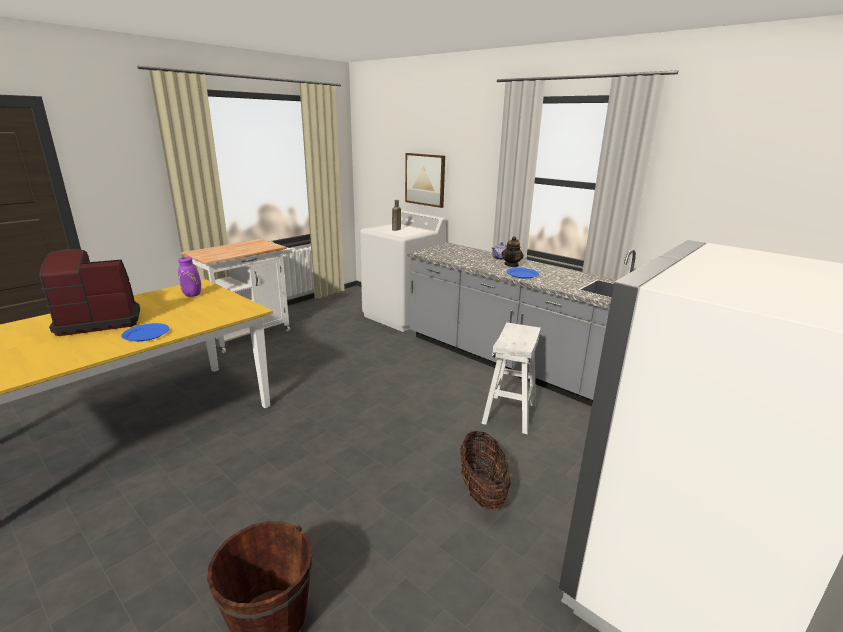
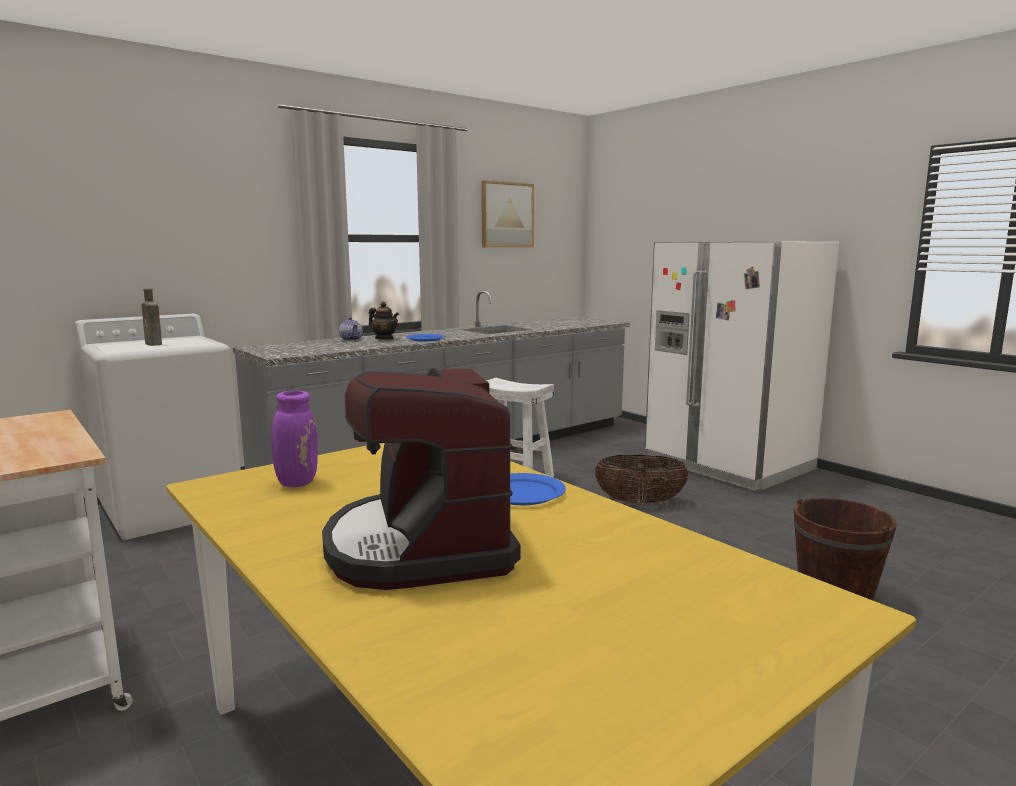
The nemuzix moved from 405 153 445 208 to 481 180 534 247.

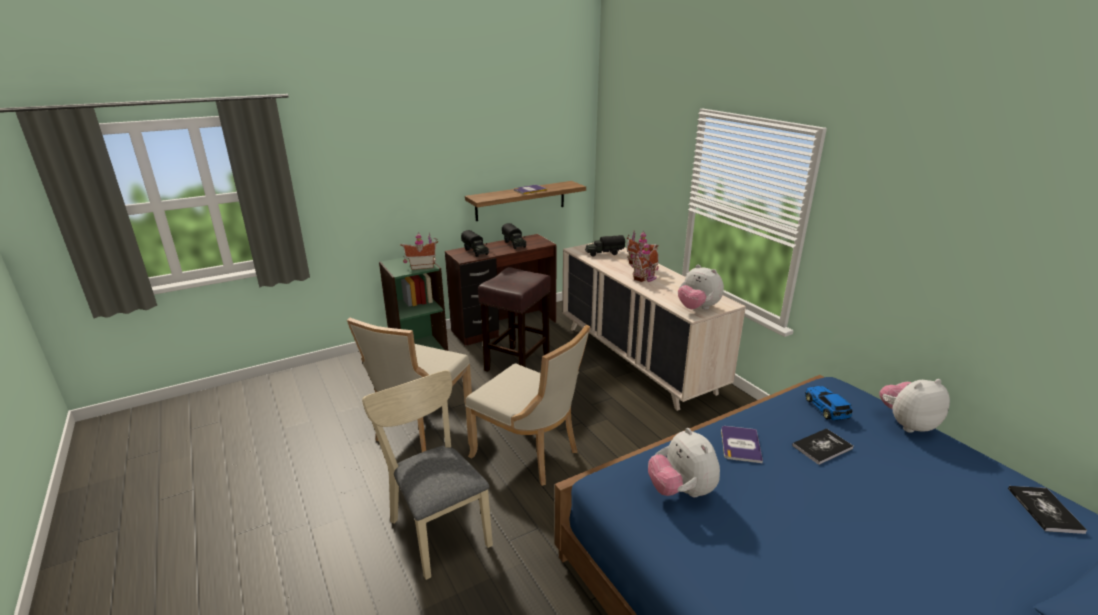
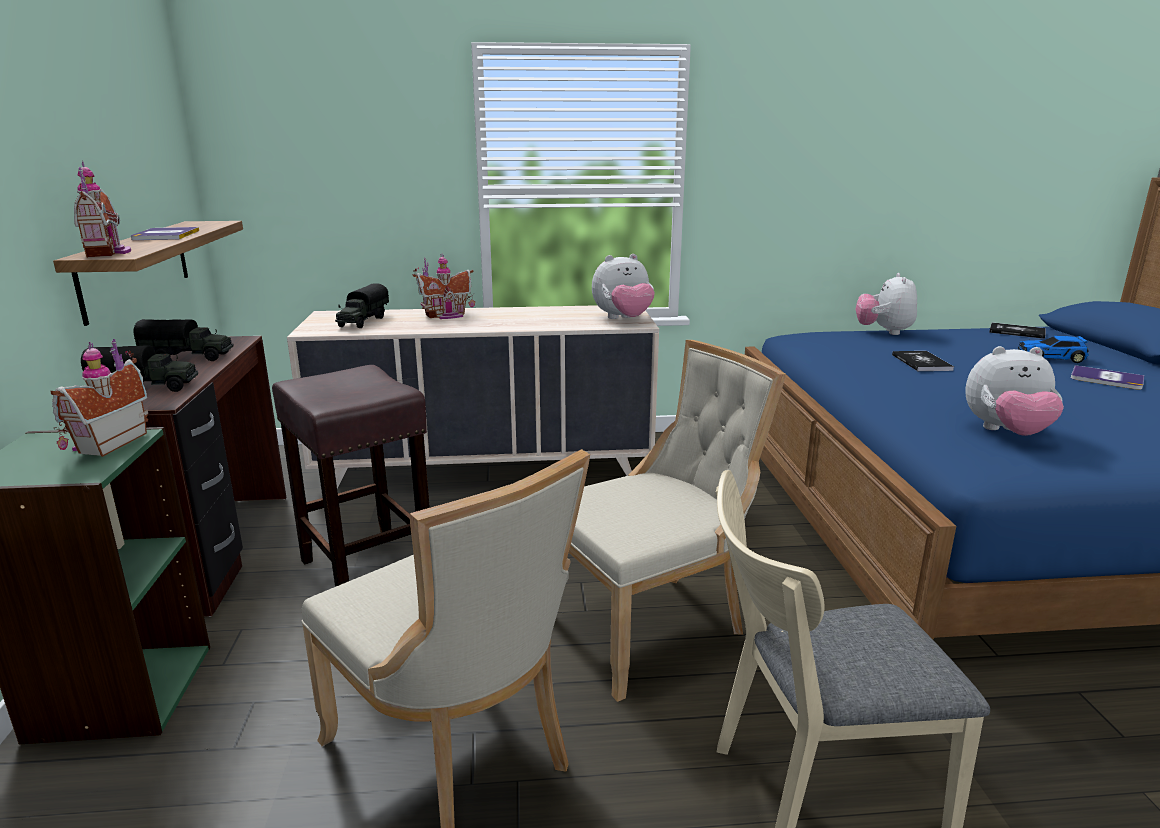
The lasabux moved from 632 242 659 282 to 74 161 131 258.
The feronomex moved from 721 426 763 463 to 1071 365 1144 390.
The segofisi moved from 805 386 852 421 to 1018 336 1089 363.

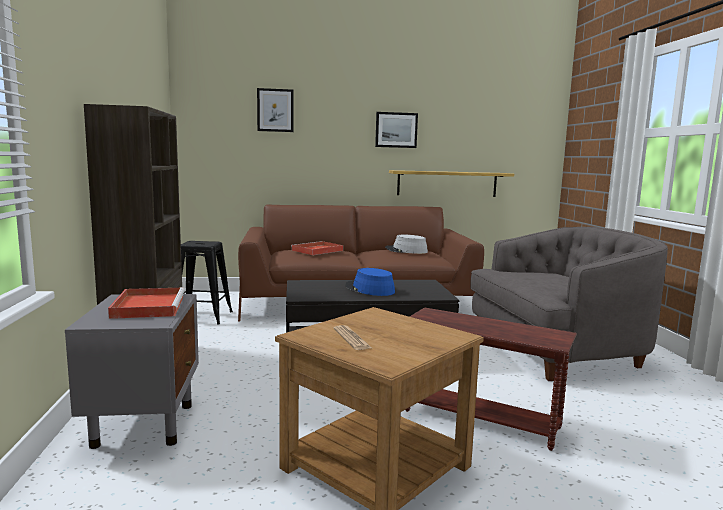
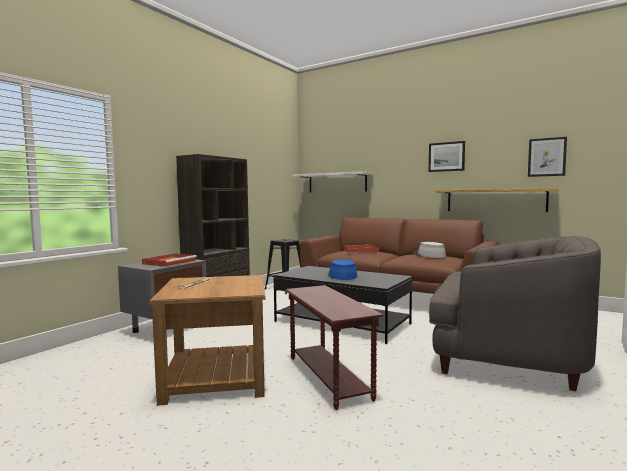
The nemuzix moved from 257 88 294 132 to 528 137 567 177.
The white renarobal at 292 171 373 192 appeared.

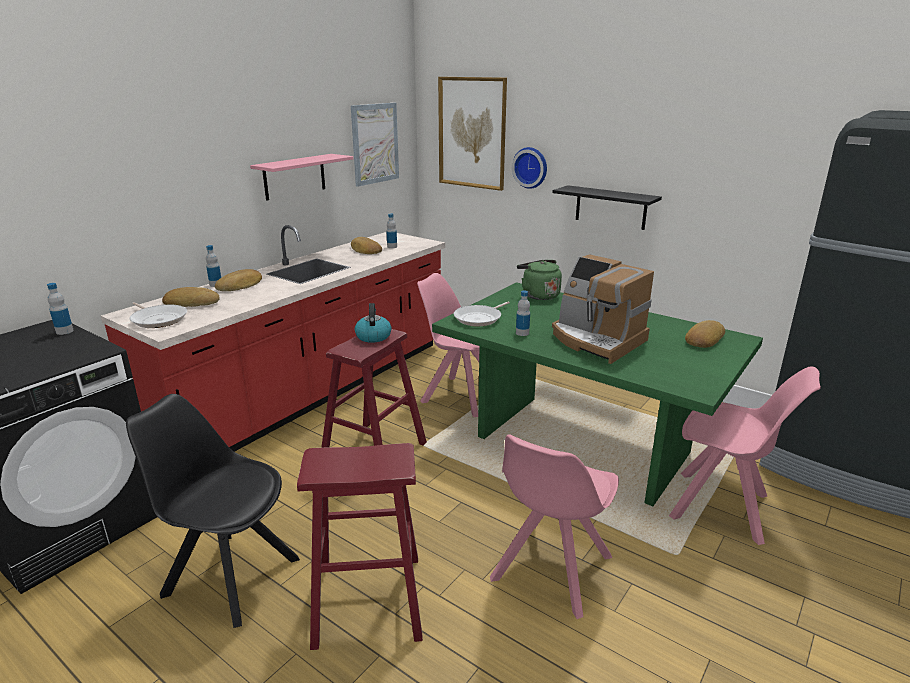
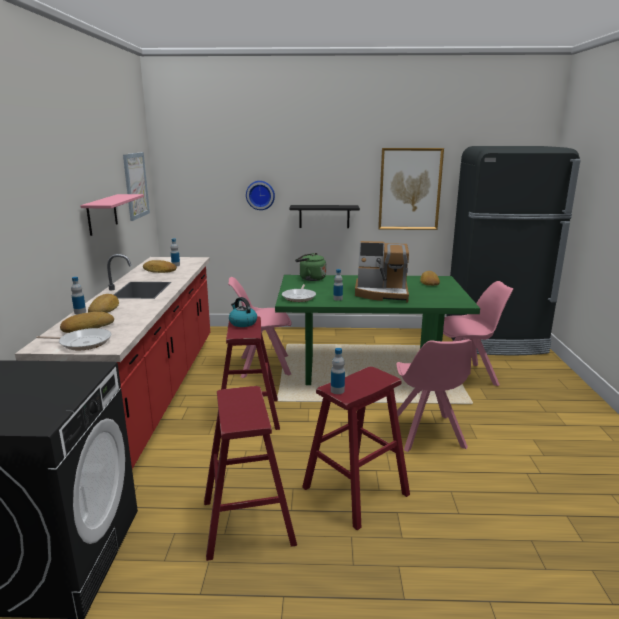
The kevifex moved from 47 283 74 335 to 331 348 345 394.
The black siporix at 126 394 300 628 was replaced by the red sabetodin at 204 386 297 561.
The nemuzix moved from 438 77 507 191 to 378 148 444 230.

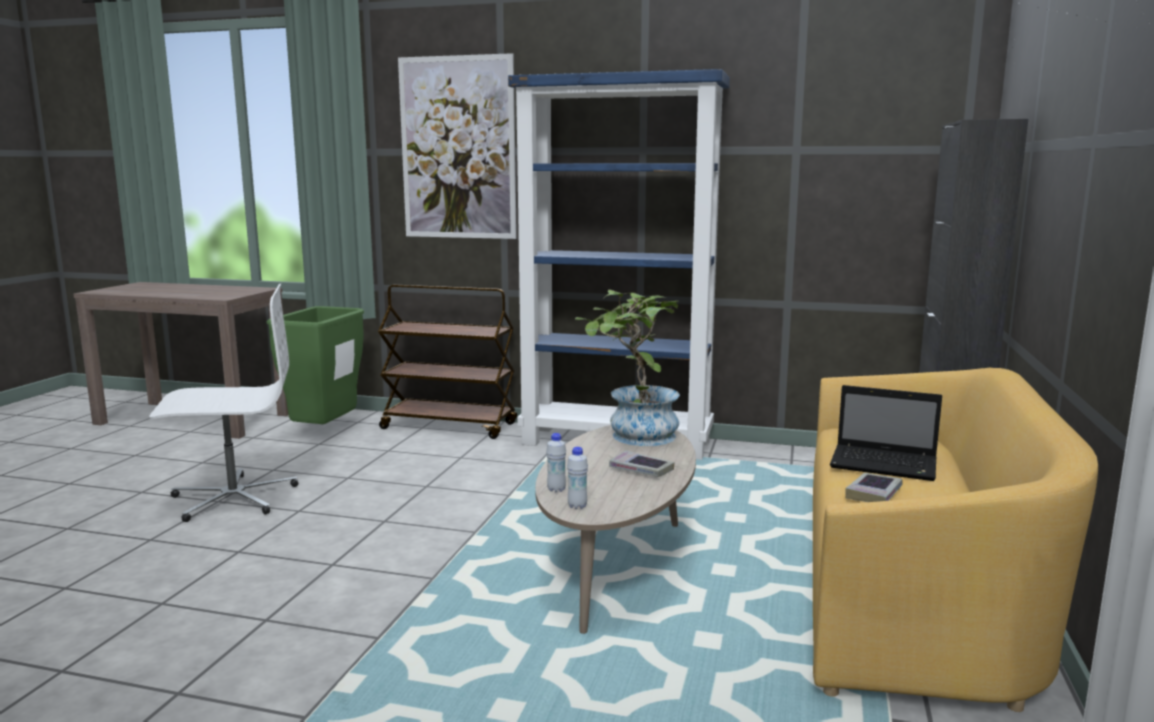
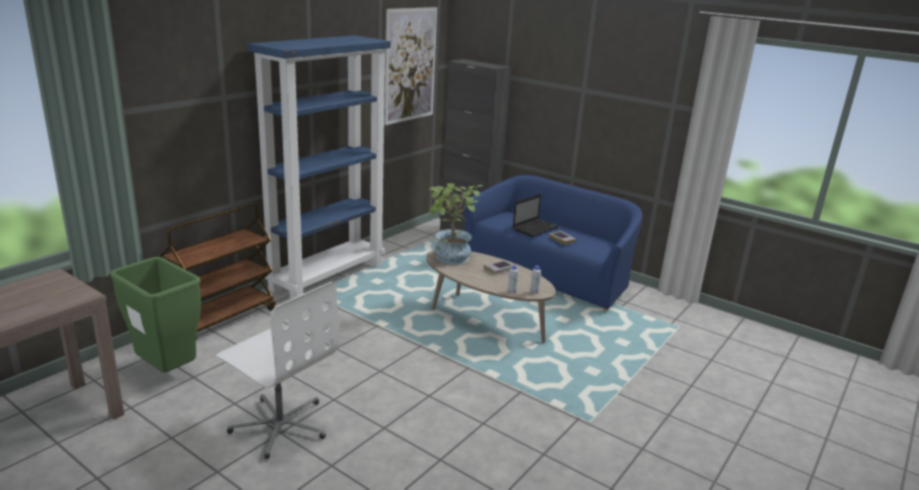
The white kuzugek at 149 284 298 522 turned 120 degrees clockwise.
The nemuzix moved from 398 53 517 239 to 384 7 437 125.
The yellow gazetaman at 813 368 1098 712 became the blue gazetaman at 464 175 642 311.

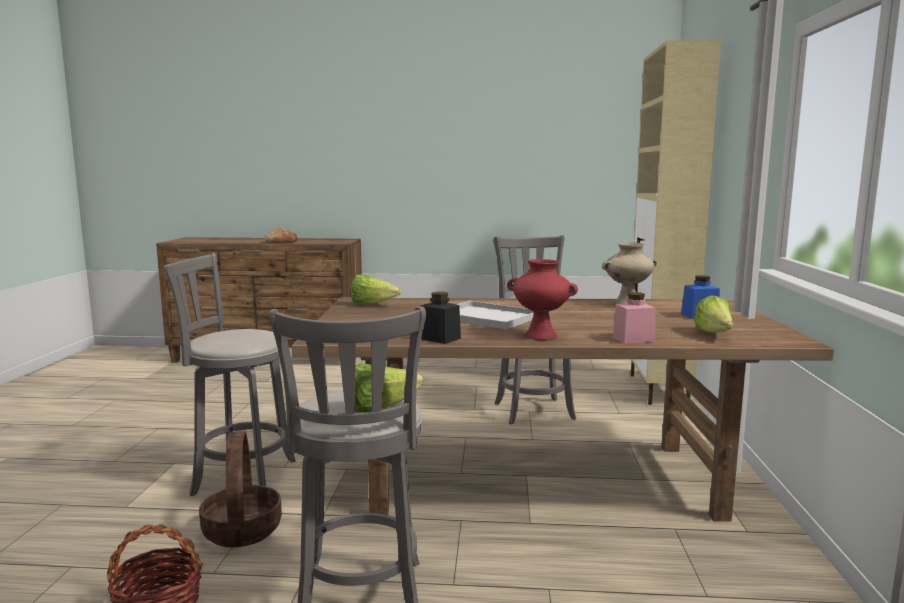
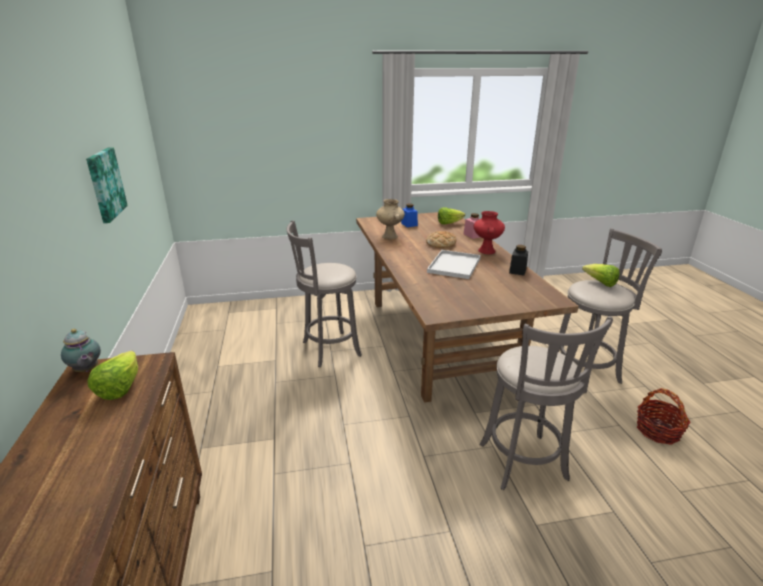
The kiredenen at 199 431 282 547 disappeared.
The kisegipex moved from 265 228 298 243 to 426 231 456 248.
The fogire moved from 351 274 401 305 to 87 351 138 400.
The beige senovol at 631 39 721 405 disappeared.
The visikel at 61 329 101 372 appeared.
The nemuzix at 86 147 128 223 appeared.

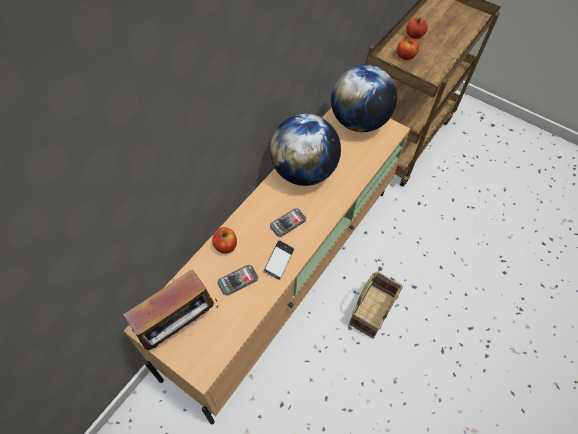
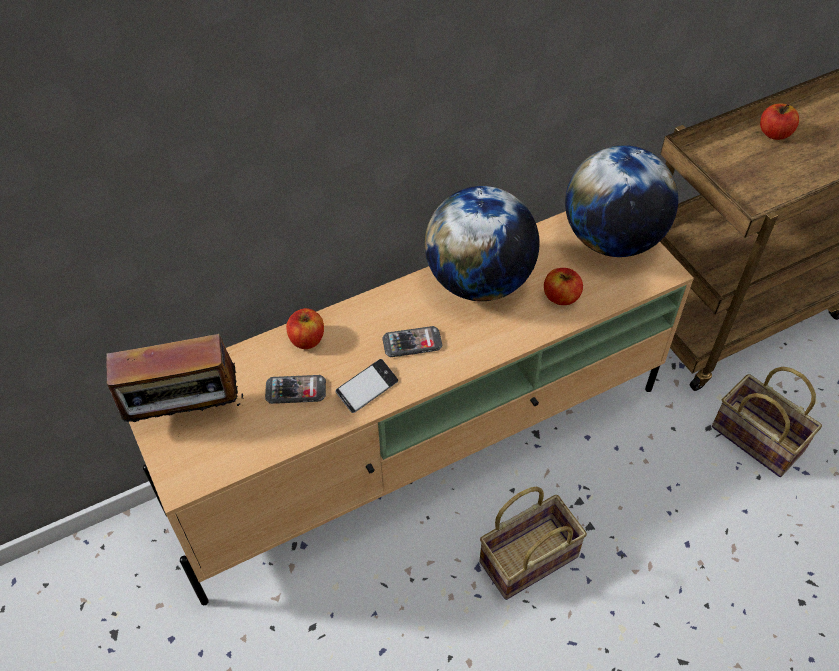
The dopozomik moved from 397 38 419 60 to 544 268 583 305.
The kiredenen at 712 367 822 477 appeared.

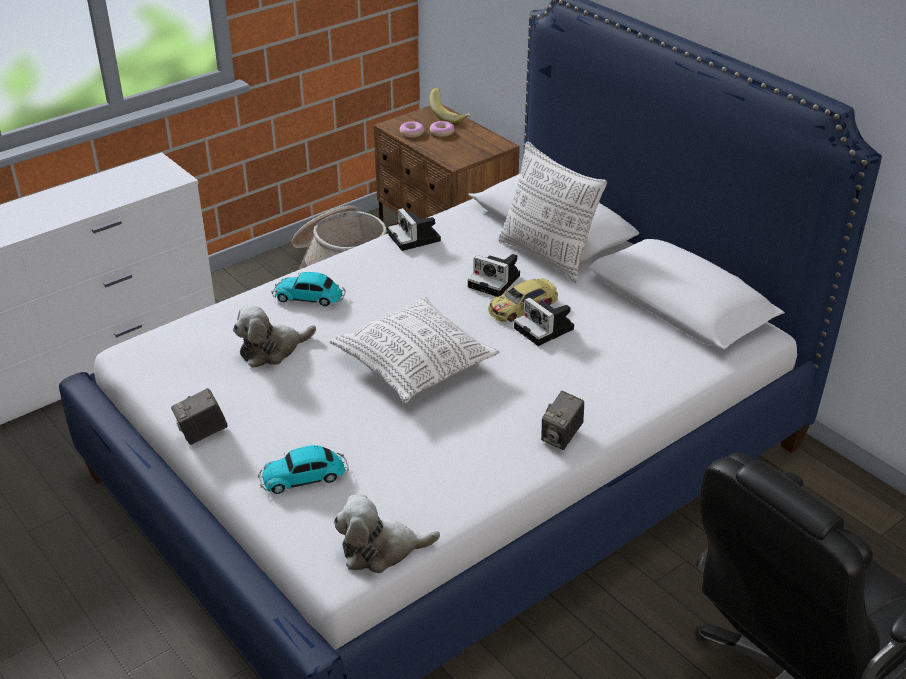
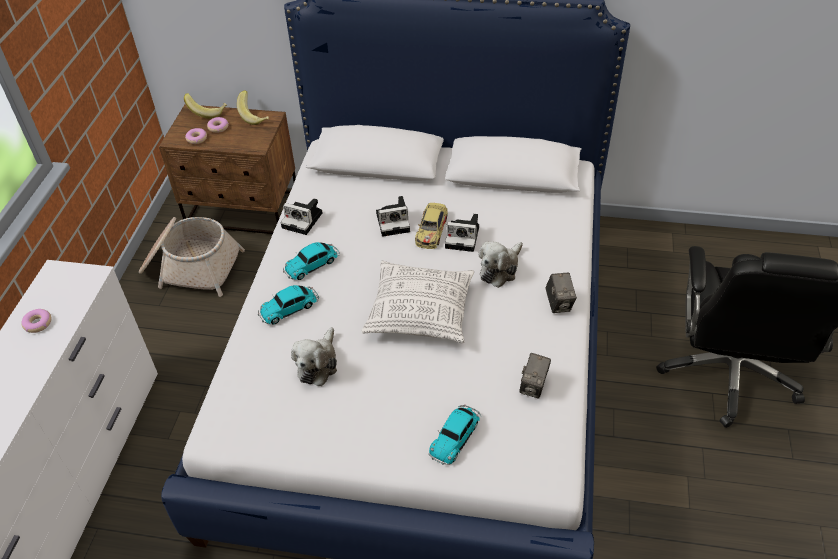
The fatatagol moved from 171 388 228 445 to 519 353 551 399.
The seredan moved from 334 494 440 573 to 479 242 523 288.
The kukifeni at 498 141 607 283 disappeared.
The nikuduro at 21 309 52 333 appeared.
The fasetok at 237 90 269 125 appeared.
The segofisi at 283 242 340 280 appeared.

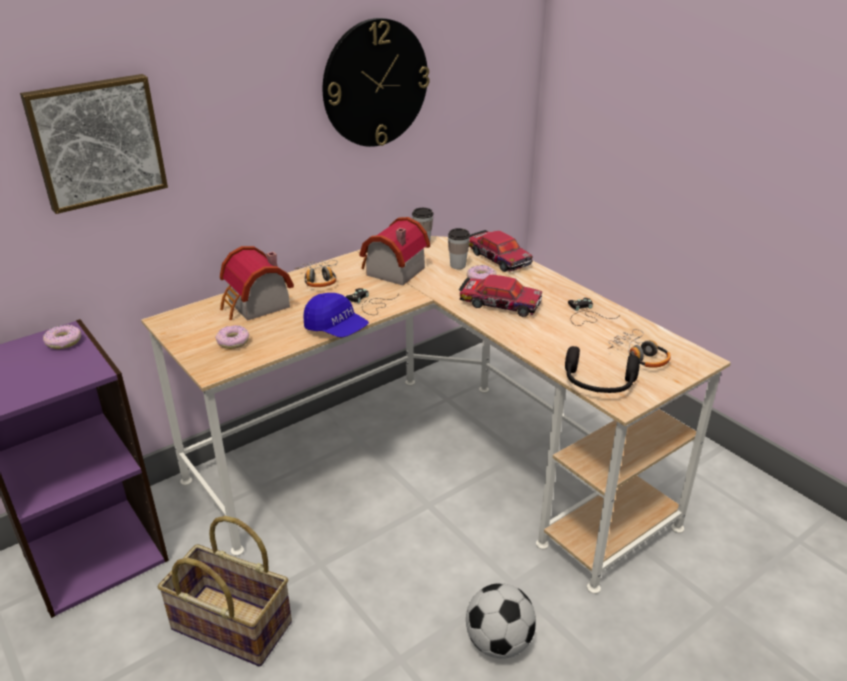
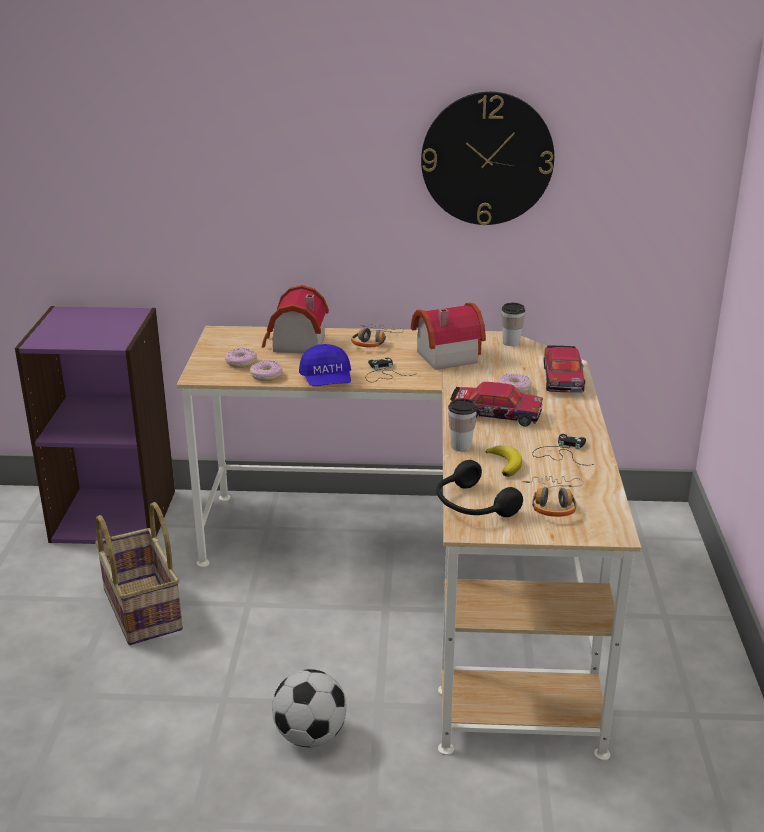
The nemuzix at 20 74 168 214 disappeared.
The nikuduro moved from 43 325 81 349 to 250 361 282 381.
The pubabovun moved from 448 228 470 269 to 448 399 477 451.
The segofisi at 459 275 542 317 turned 45 degrees counterclockwise.
The fasetok at 486 445 522 477 appeared.

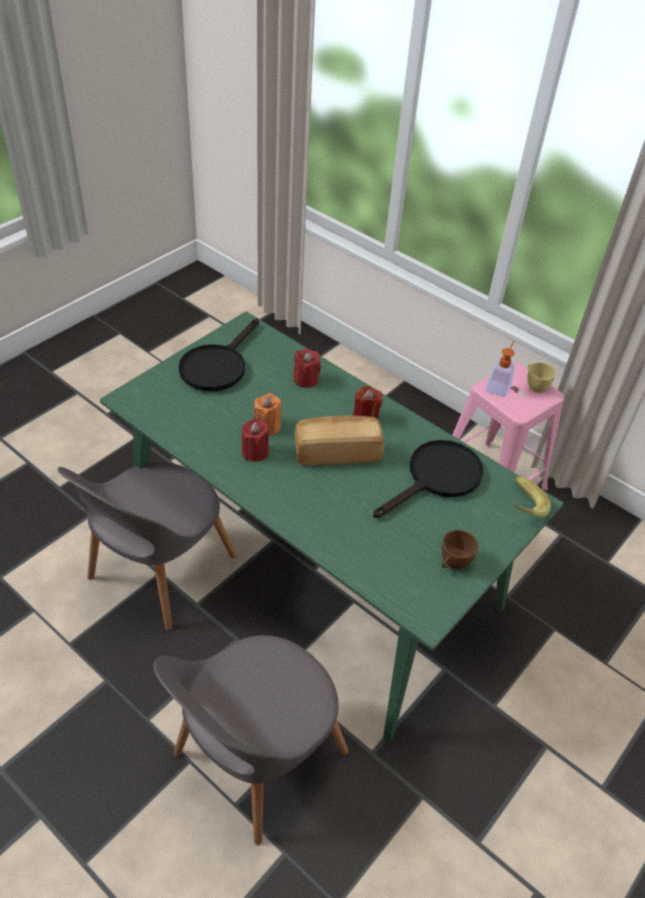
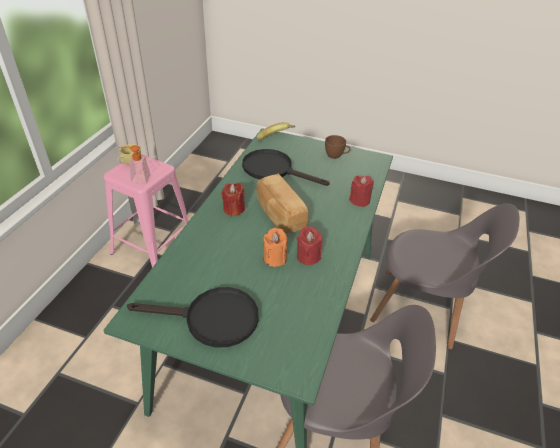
The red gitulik moved from 293 348 321 388 to 349 176 374 207.

